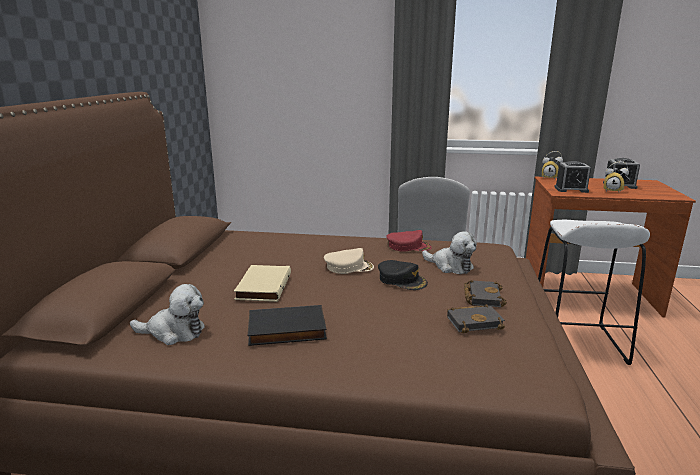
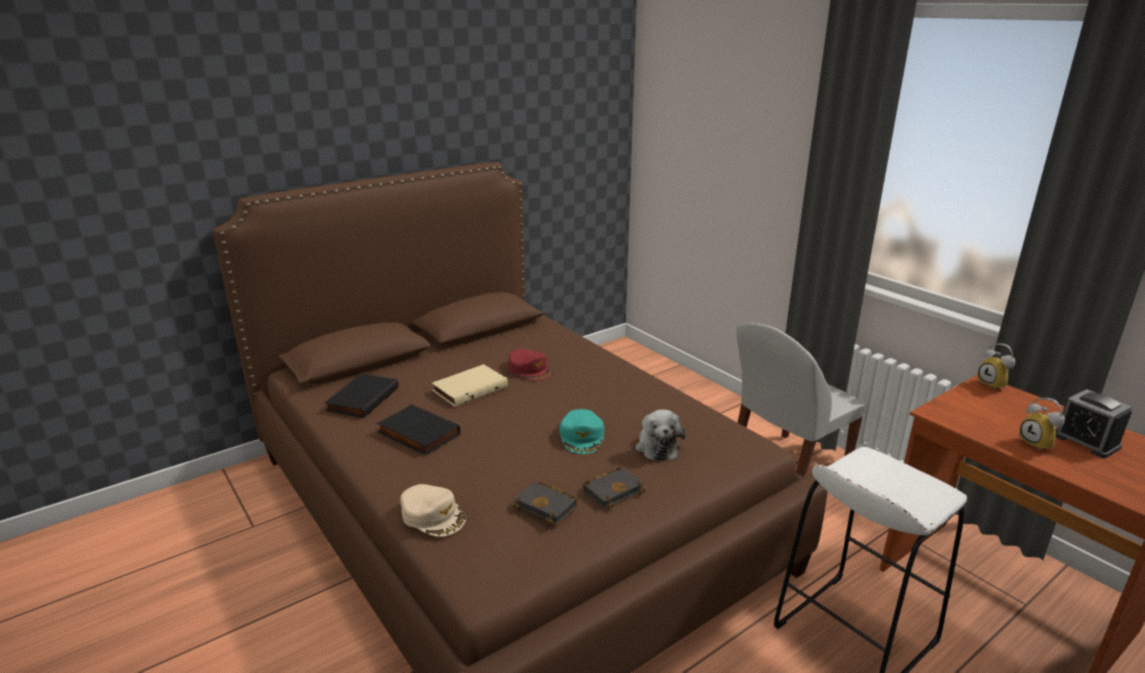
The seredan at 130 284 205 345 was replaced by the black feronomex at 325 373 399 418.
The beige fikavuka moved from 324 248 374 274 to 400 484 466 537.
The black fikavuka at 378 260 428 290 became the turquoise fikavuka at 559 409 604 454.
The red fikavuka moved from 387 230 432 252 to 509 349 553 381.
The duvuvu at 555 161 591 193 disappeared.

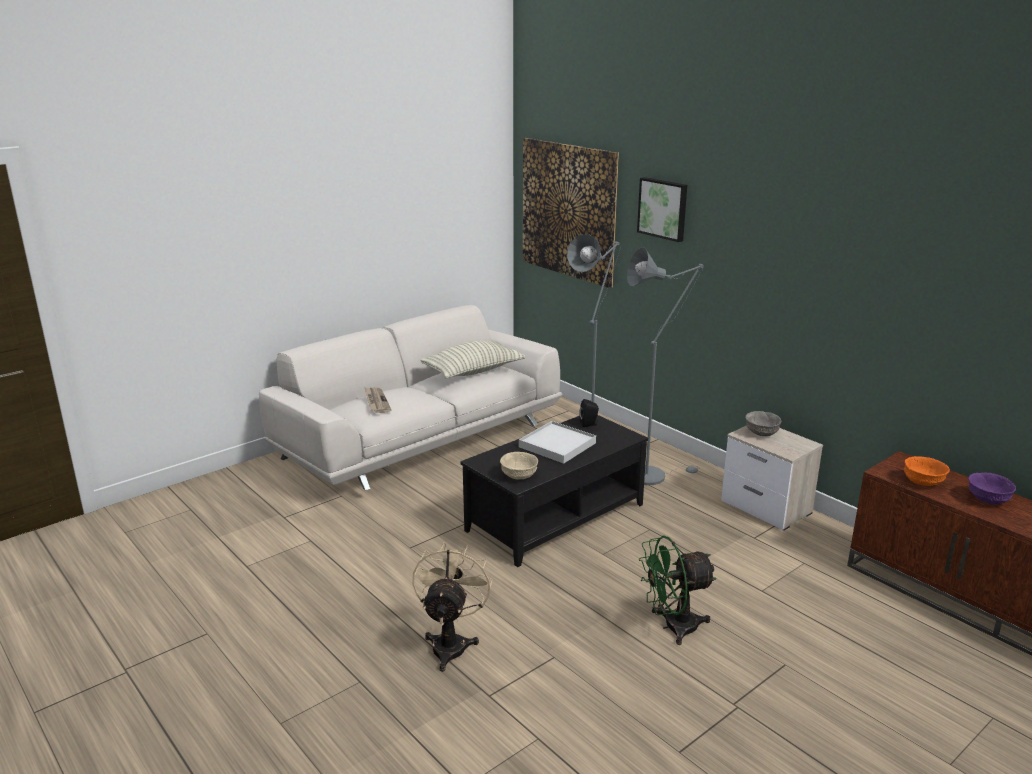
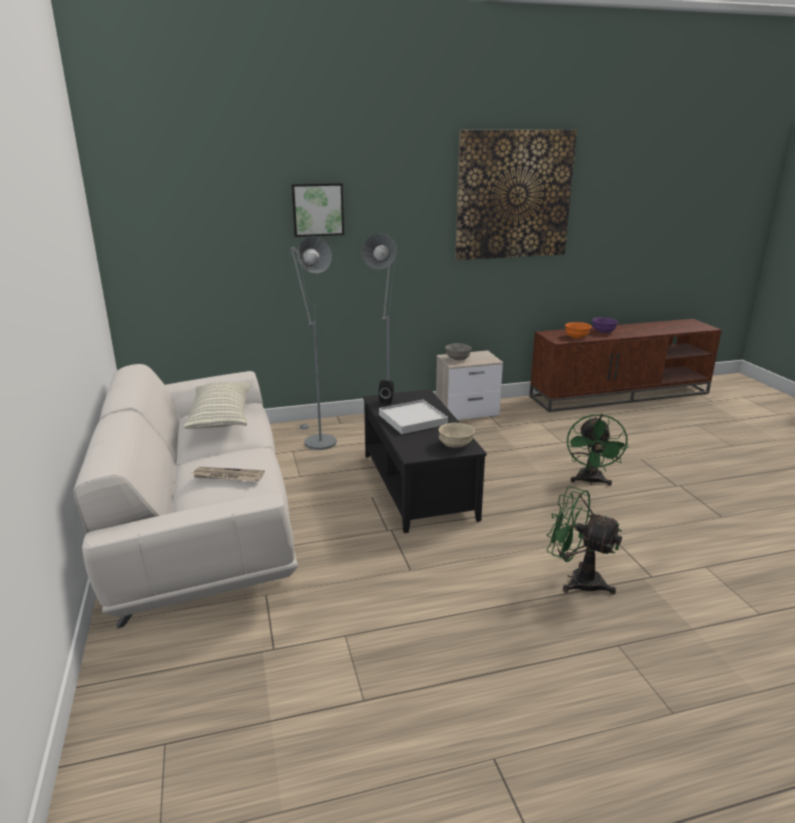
The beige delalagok at 412 542 492 672 became the green delalagok at 547 486 622 595.
The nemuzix moved from 523 138 619 288 to 455 130 577 260.

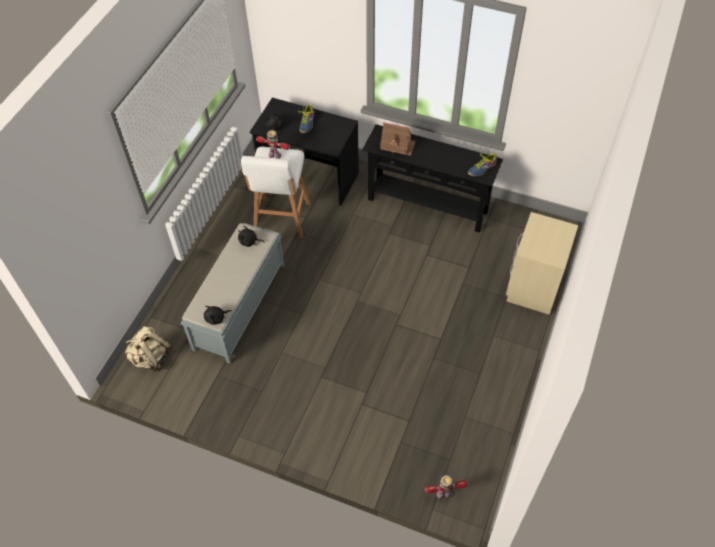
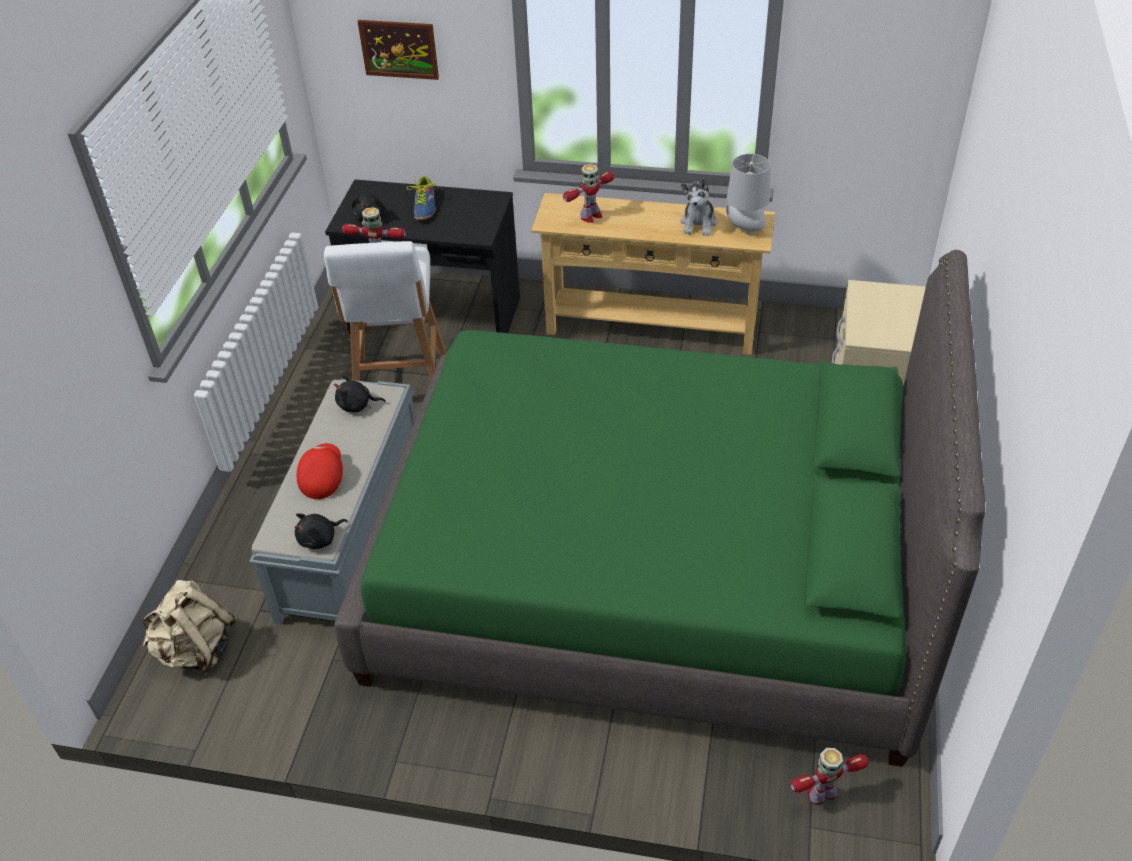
The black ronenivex at 362 124 503 233 became the beige ronenivex at 531 193 775 355.
The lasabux at 380 122 416 156 was replaced by the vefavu at 563 164 614 223.
The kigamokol at 468 153 497 177 was replaced by the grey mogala at 726 154 770 235.
The red fikavuka at 297 443 343 499 appeared.
The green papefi at 334 250 986 767 appeared.
The nemuzix at 357 20 439 80 appeared.
The seredan at 681 178 717 236 appeared.

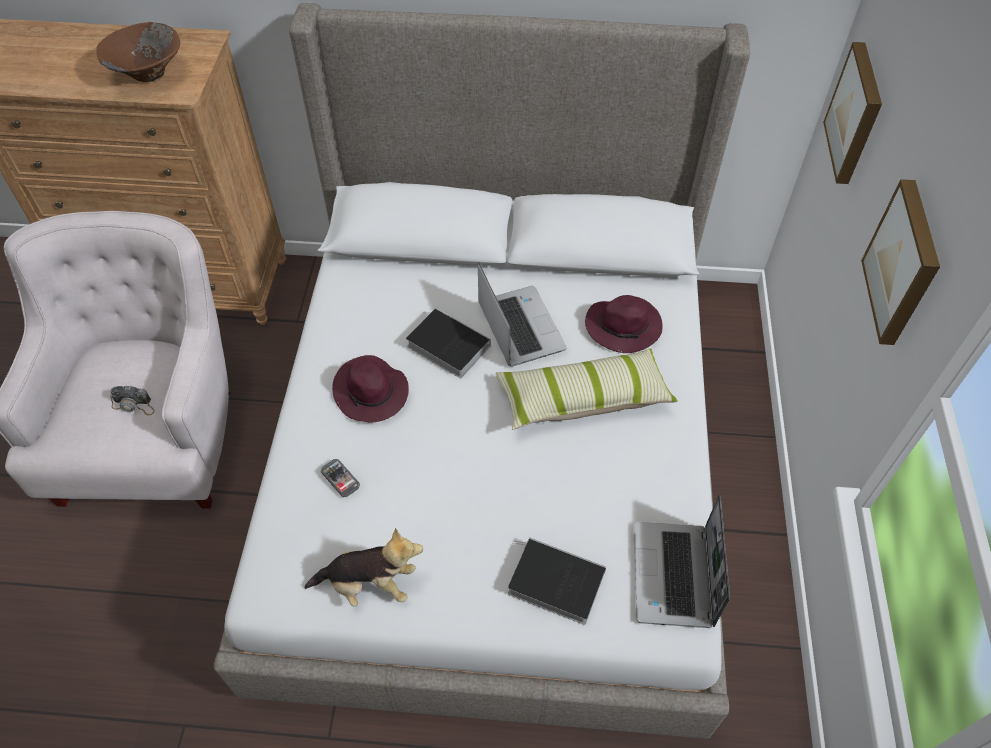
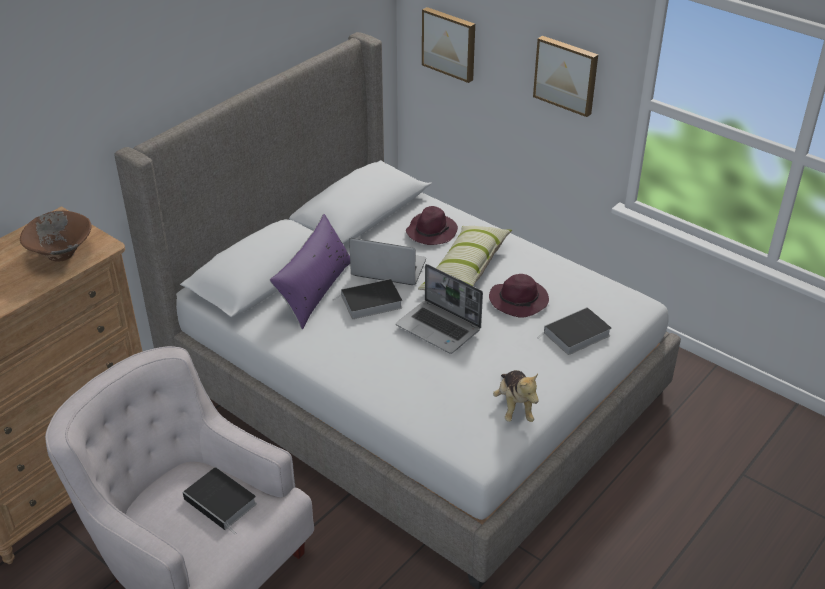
The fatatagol at 110 385 155 415 was replaced by the feronomex at 183 467 257 535.
The seredan at 305 528 423 607 turned 135 degrees clockwise.
The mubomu at 321 459 360 497 disappeared.
The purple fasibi moved from 332 355 409 423 to 489 274 549 318.
The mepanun moved from 634 495 730 628 to 396 264 483 354.
The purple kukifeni at 270 214 350 329 appeared.

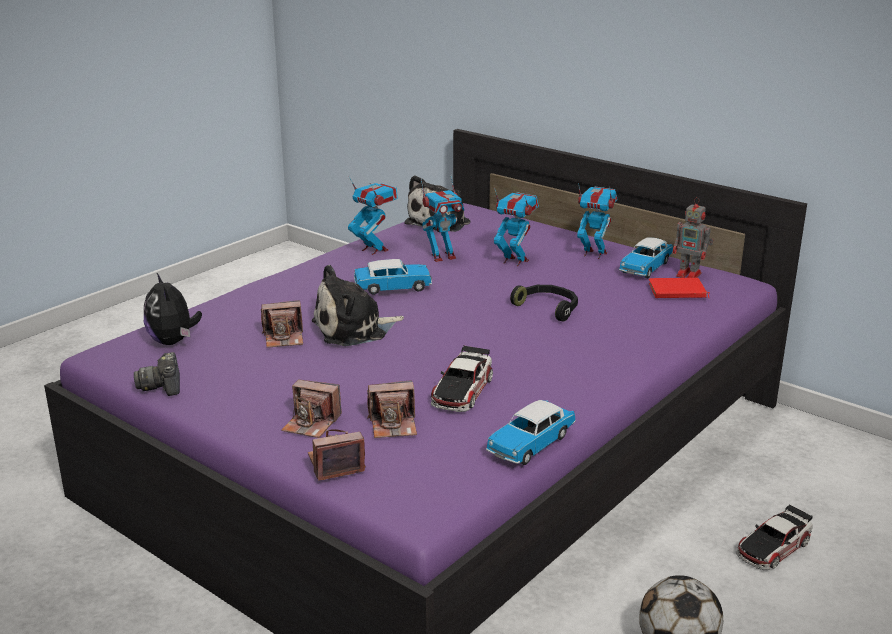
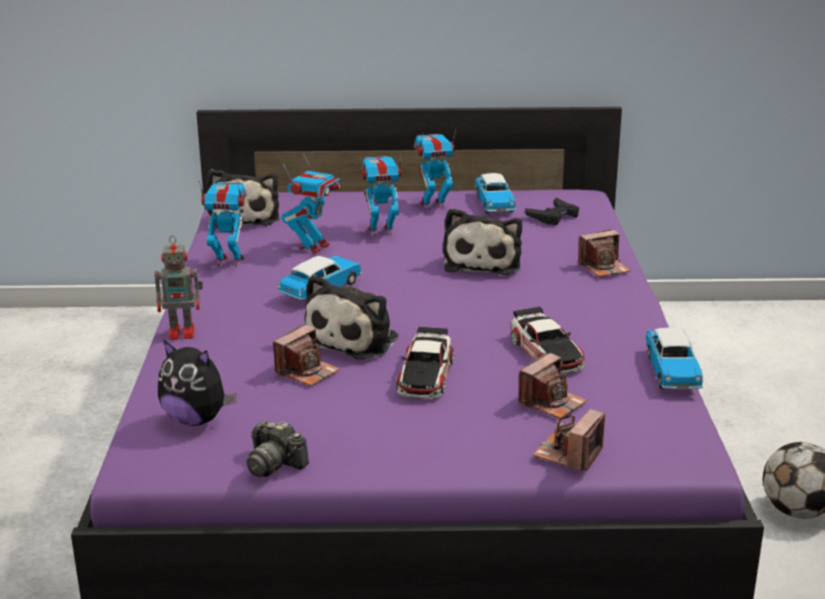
The fatatagol moved from 281 380 342 438 to 578 229 631 277.
The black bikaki at 510 285 578 322 was replaced by the seredan at 443 208 522 275.
The red feronomex at 649 278 710 298 was replaced by the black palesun at 525 198 579 226.
The vefavu moved from 673 197 713 278 to 154 235 203 340.
The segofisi moved from 736 504 813 570 to 396 326 454 399.

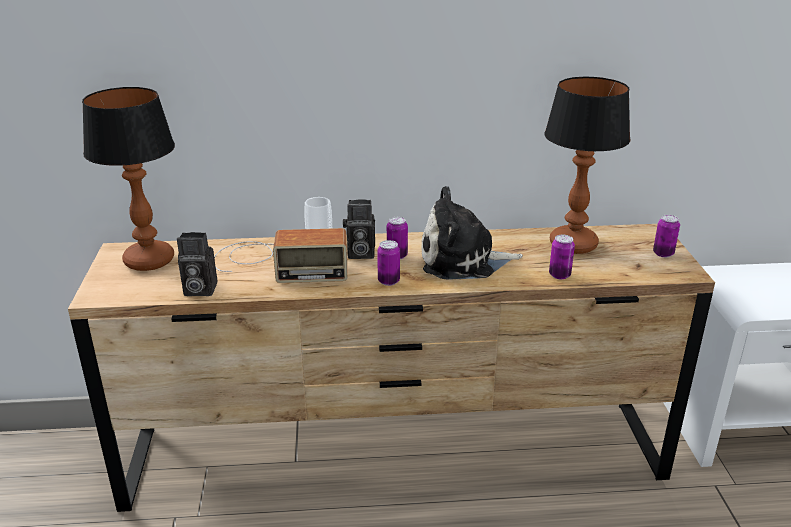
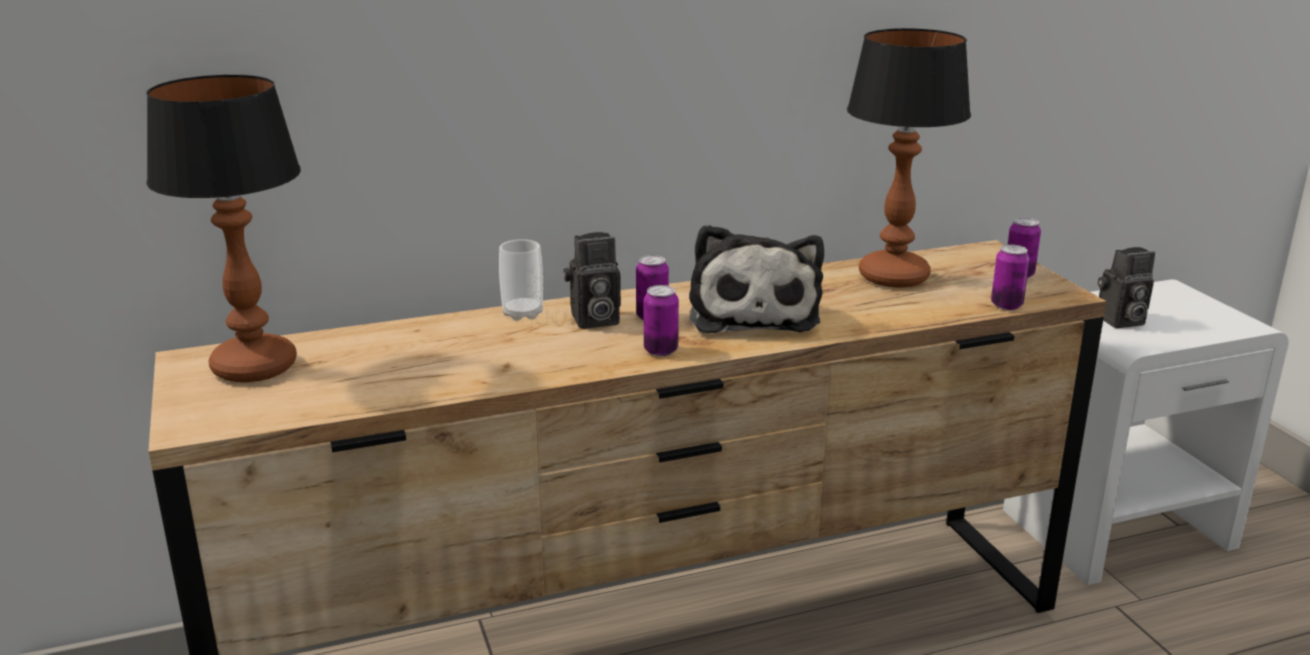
The fatatagol moved from 177 232 217 296 to 1098 247 1155 328.
The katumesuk at 214 228 347 283 disappeared.
The seredan at 421 186 523 280 turned 75 degrees counterclockwise.
The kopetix moved from 549 234 575 279 to 991 244 1030 310.

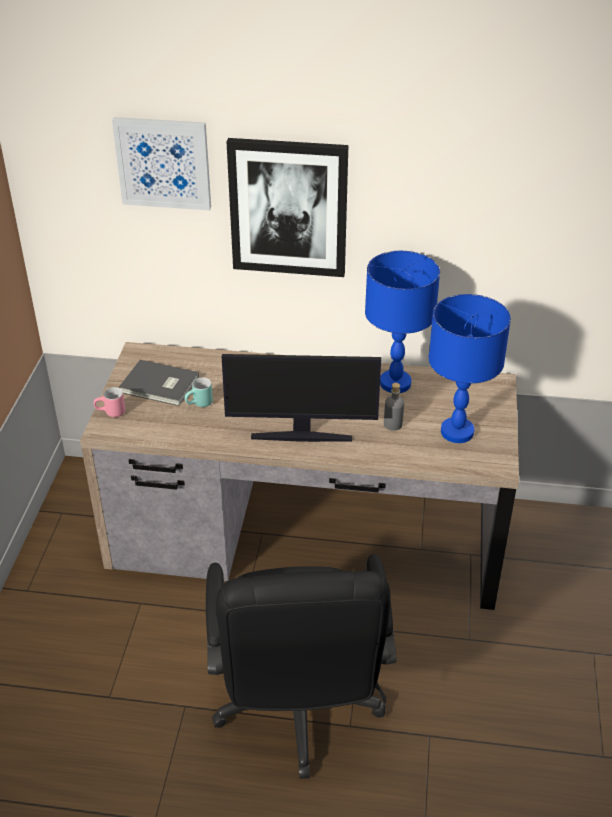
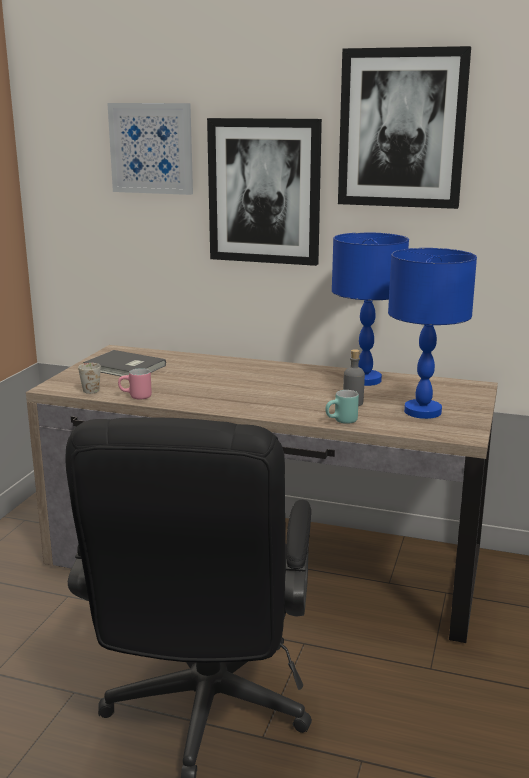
The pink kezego moved from 94 387 125 417 to 118 368 152 400.
The turquoise kezego moved from 185 377 213 407 to 325 390 359 424.
The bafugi at 222 354 381 442 disappeared.
The white kezego at 78 363 101 394 appeared.
The nemuzix at 338 46 471 209 appeared.

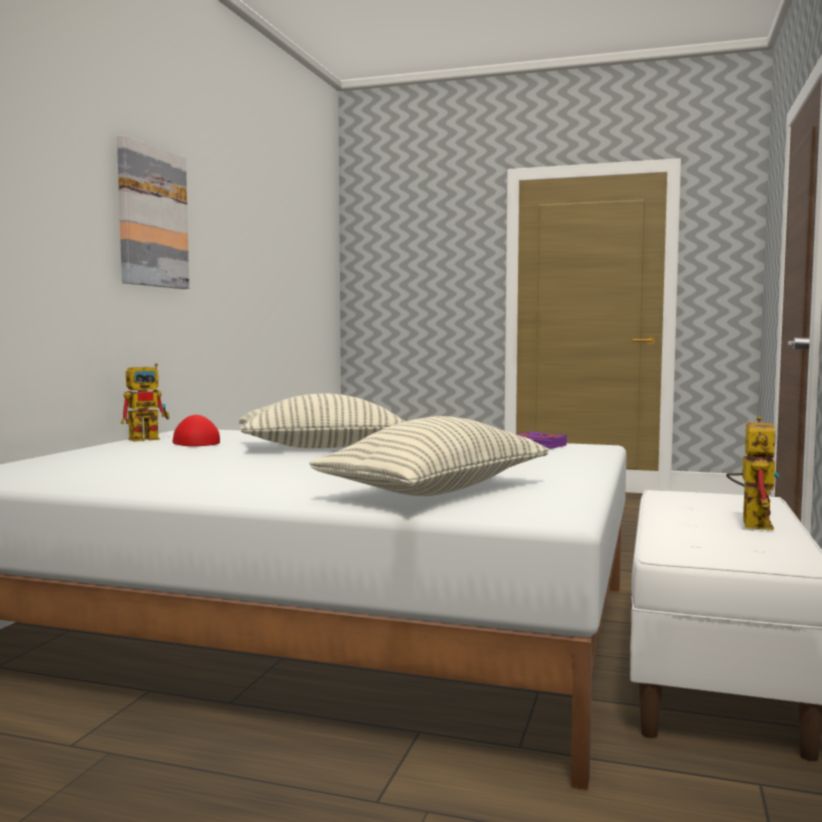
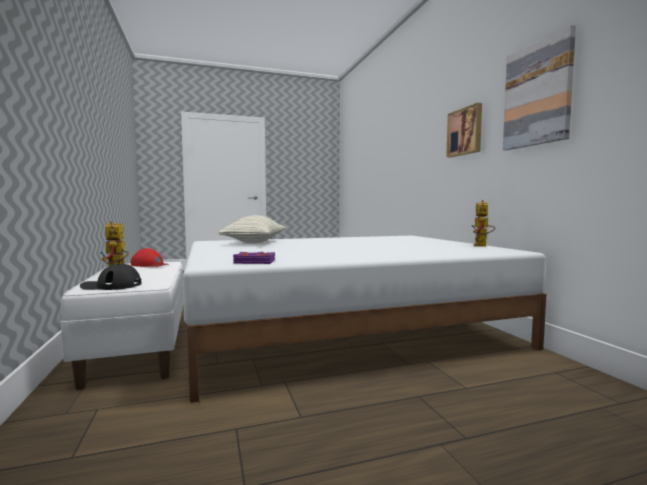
The red fikavuka moved from 173 415 220 446 to 131 248 169 267.
The kukifeni at 239 393 406 448 disappeared.
The black fikavuka at 80 263 141 290 appeared.
The nemuzix at 446 103 482 157 appeared.

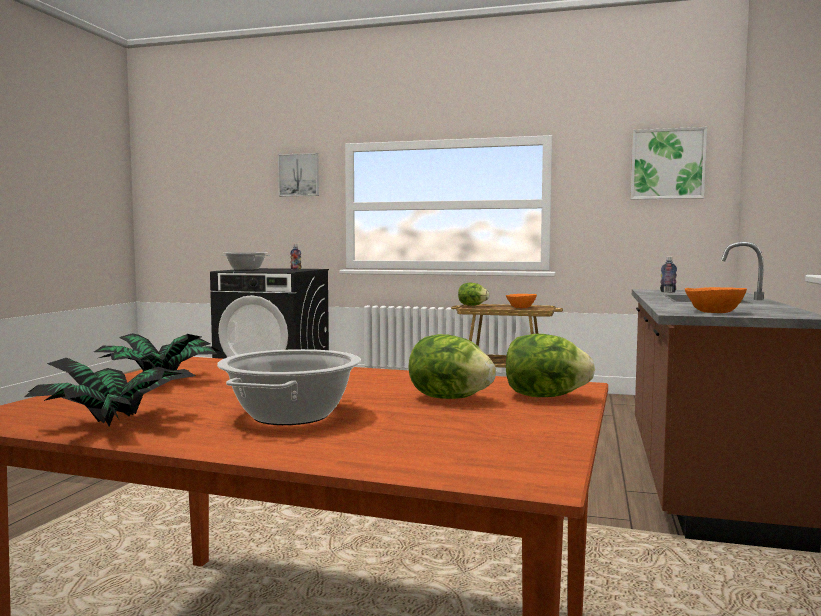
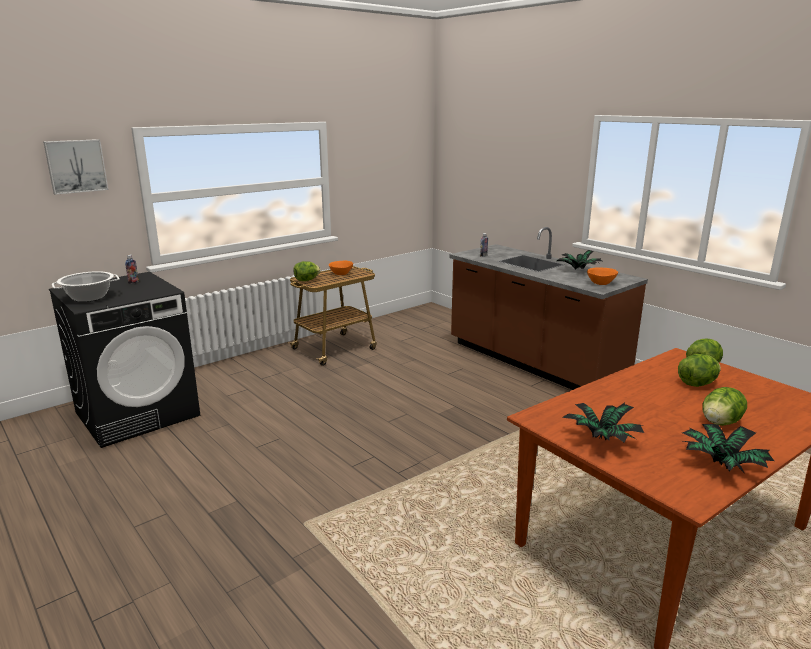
The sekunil at 217 349 361 425 was replaced by the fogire at 702 387 747 426.
The nemuzix at 631 127 707 200 disappeared.
The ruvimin at 557 250 602 270 appeared.

